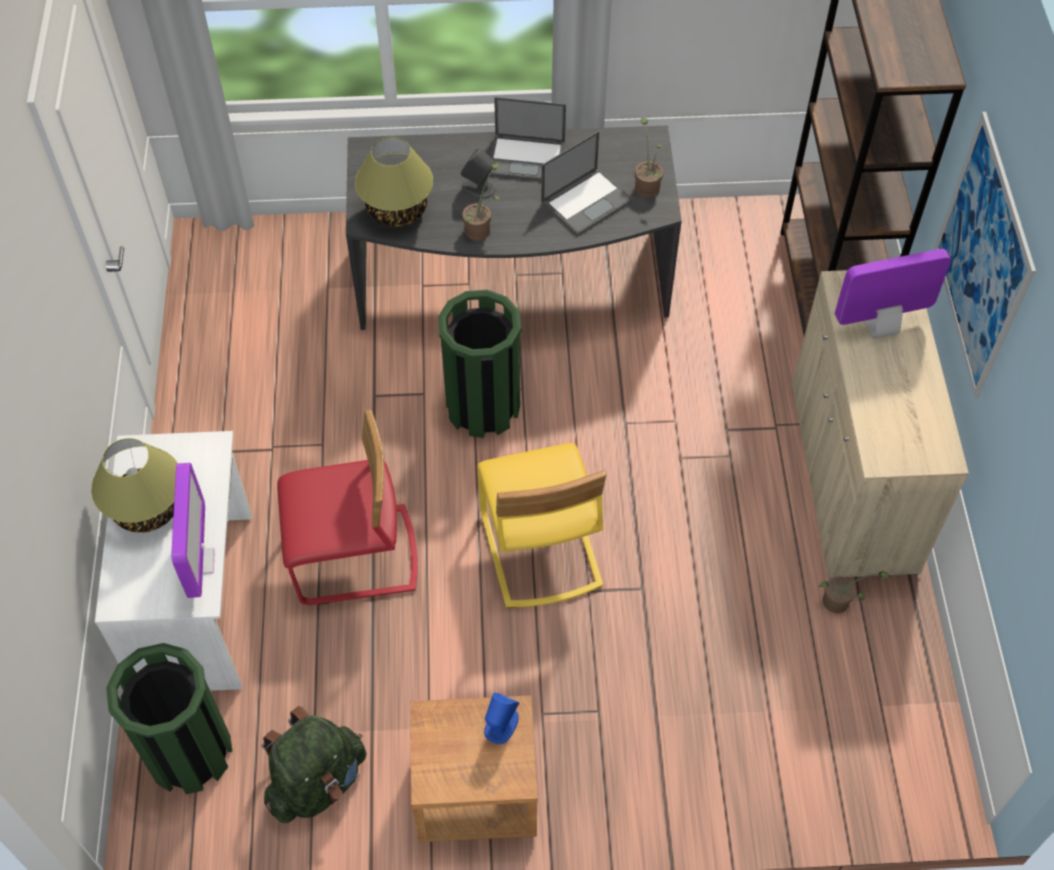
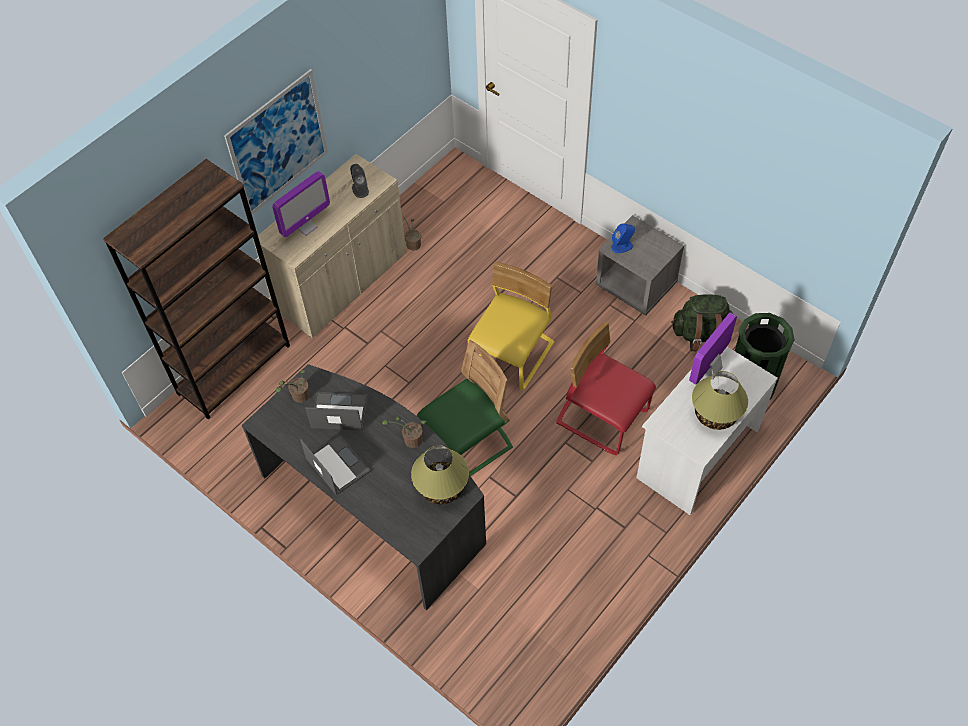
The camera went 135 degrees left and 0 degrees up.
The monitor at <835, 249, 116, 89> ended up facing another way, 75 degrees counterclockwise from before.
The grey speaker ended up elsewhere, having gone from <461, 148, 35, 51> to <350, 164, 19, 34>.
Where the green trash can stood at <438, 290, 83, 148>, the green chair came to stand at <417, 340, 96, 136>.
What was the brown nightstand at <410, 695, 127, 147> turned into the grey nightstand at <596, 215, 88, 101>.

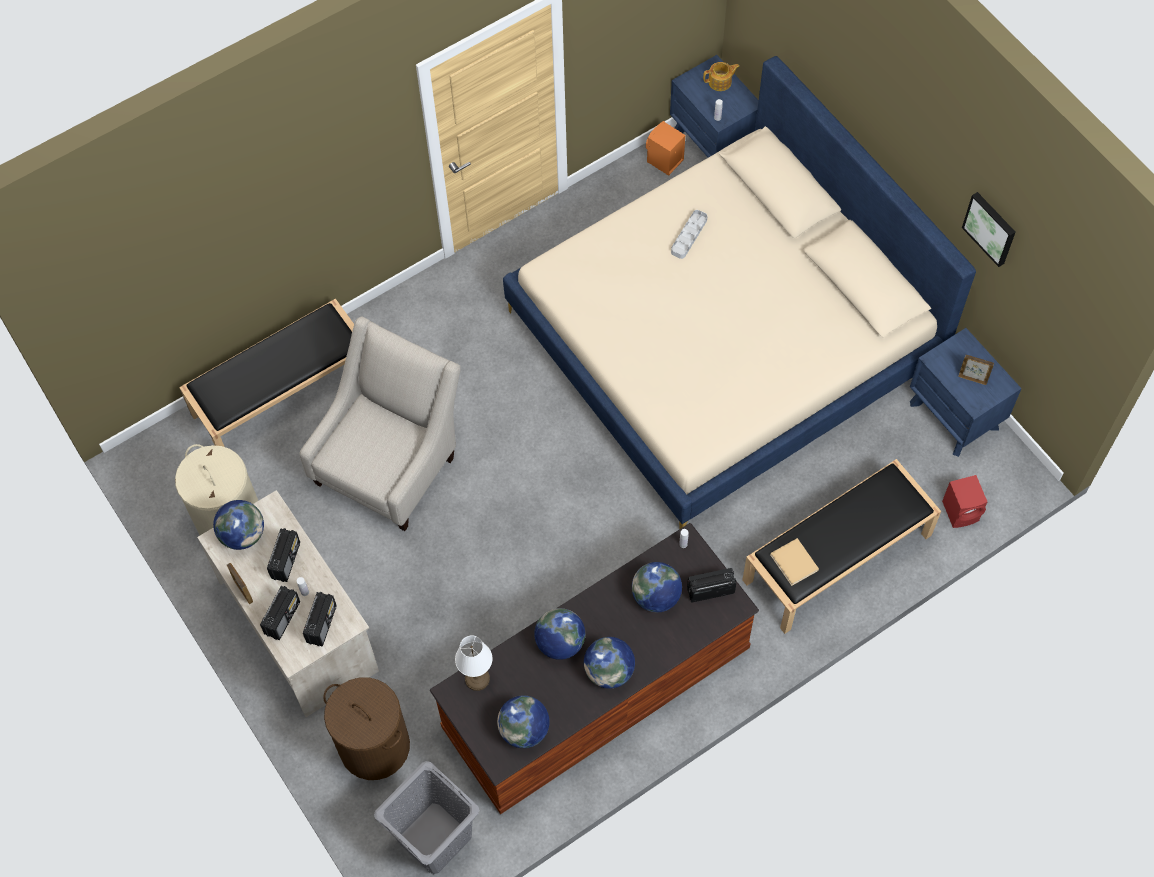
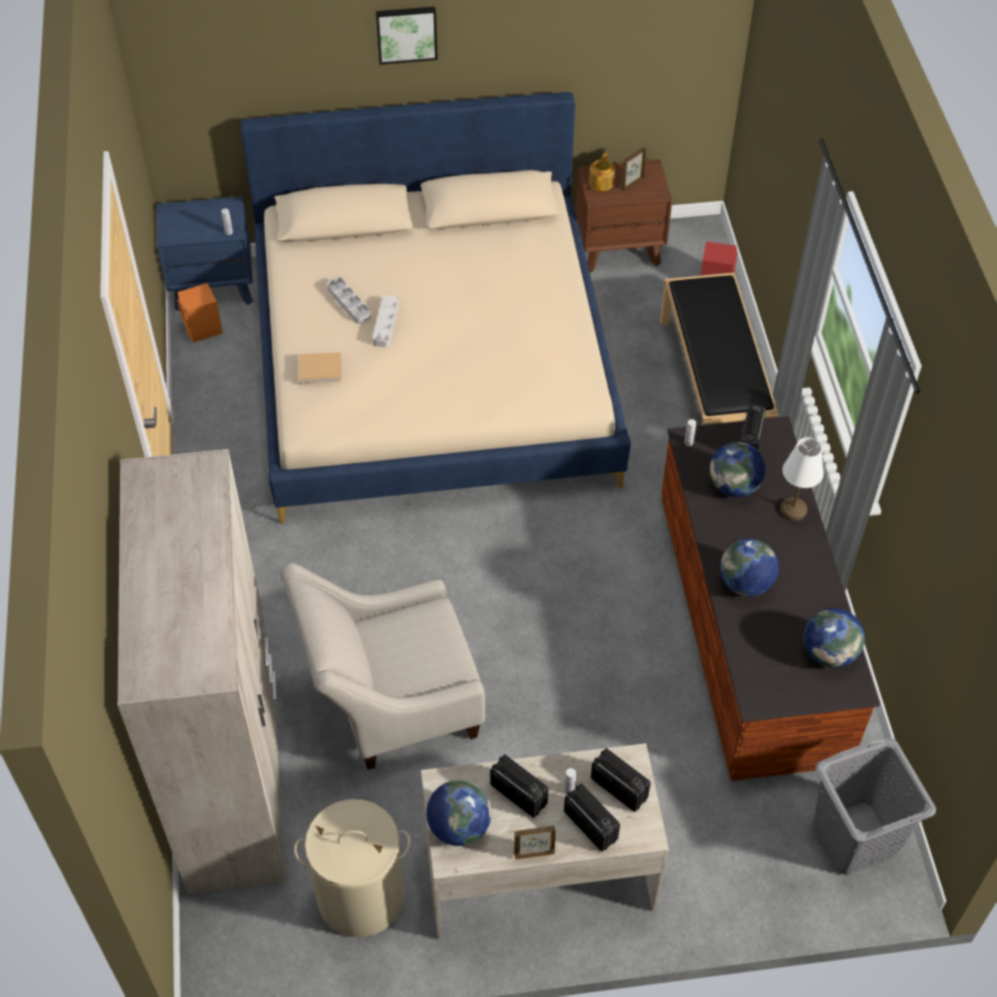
The camera went 65 degrees left and 10 degrees down.
Where the black bench stood at <179, 298, 175, 149>, the beige wardrobe came to stand at <117, 449, 168, 445>.
The beige armchair at <300, 316, 161, 215> ended up facing another way, 75 degrees counterclockwise from before.
The beige book ended up elsewhere, having gone from <770, 538, 49, 48> to <299, 352, 42, 31>.
The second view gained the grey tray at <372, 295, 27, 52>.
The picture ended up elsewhere, having gone from <962, 192, 54, 75> to <376, 7, 62, 58>.
What was the blue nightstand at <910, 328, 112, 129> turned into the brown nightstand at <575, 159, 97, 114>.
The teapot ended up elsewhere, having gone from <703, 62, 37, 29> to <589, 153, 26, 38>.
The white table lamp ended up elsewhere, having gone from <455, 635, 38, 56> to <780, 437, 44, 84>.
The second view lost the brown laundry basket at <323, 677, 87, 103>.
The second view lost the globe at <584, 637, 51, 52>.

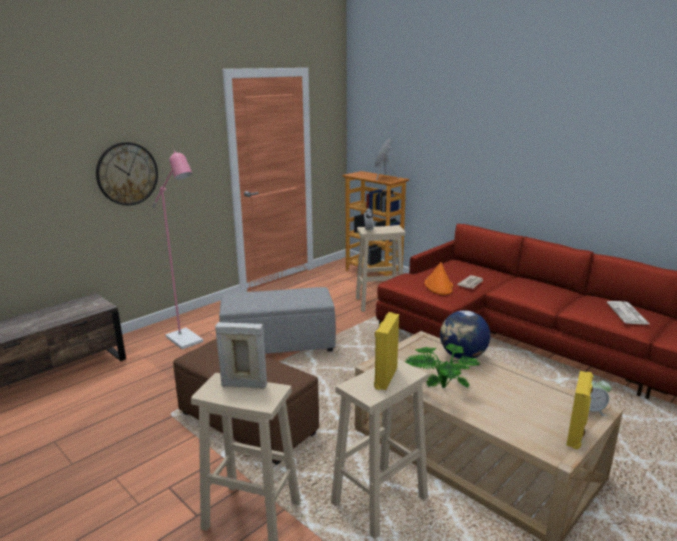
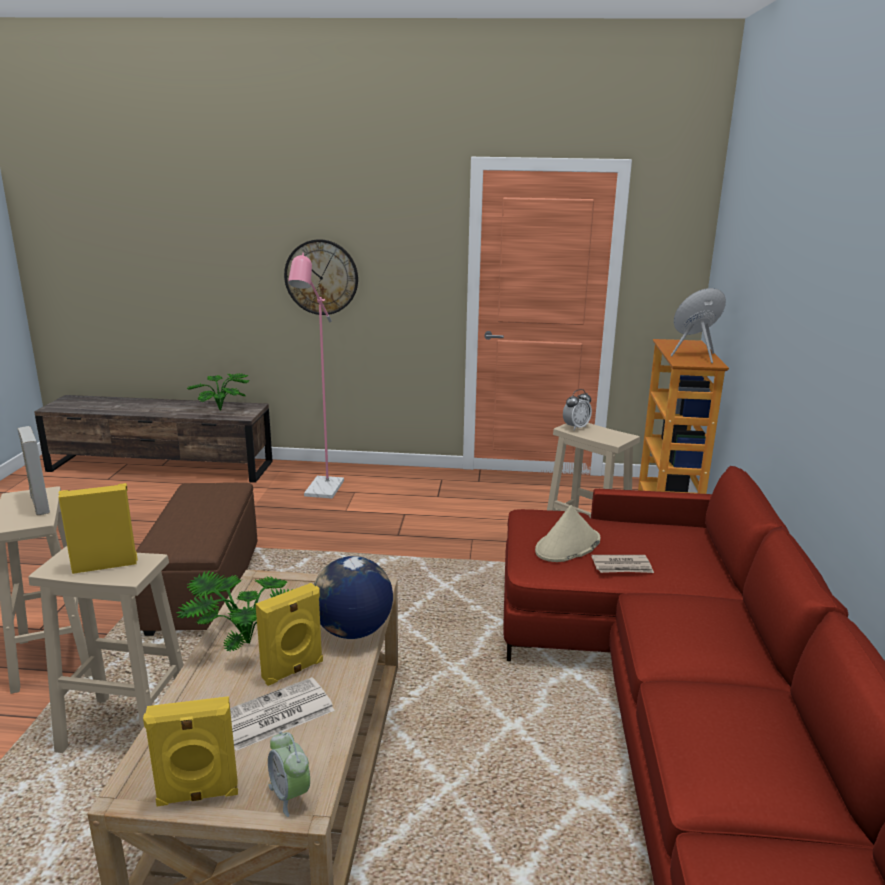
The camera went 50 degrees right and 0 degrees up.
The second view gained the potted plant at <187, 373, 62, 38>.
The newspaper ended up elsewhere, having gone from <607, 301, 42, 23> to <230, 677, 105, 74>.
The second view gained the yellow speaker at <255, 583, 68, 103>.
What was the orange hat at <424, 262, 29, 33> turned into the beige hat at <535, 505, 65, 57>.
The second view lost the grey ottoman at <219, 287, 117, 67>.

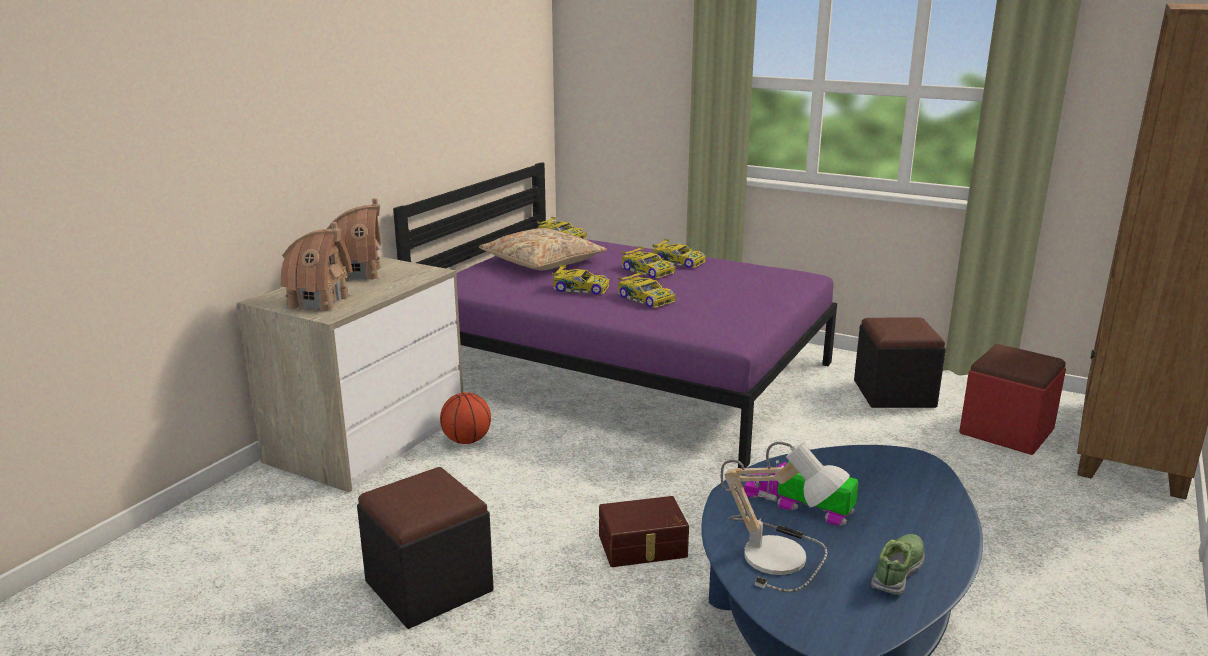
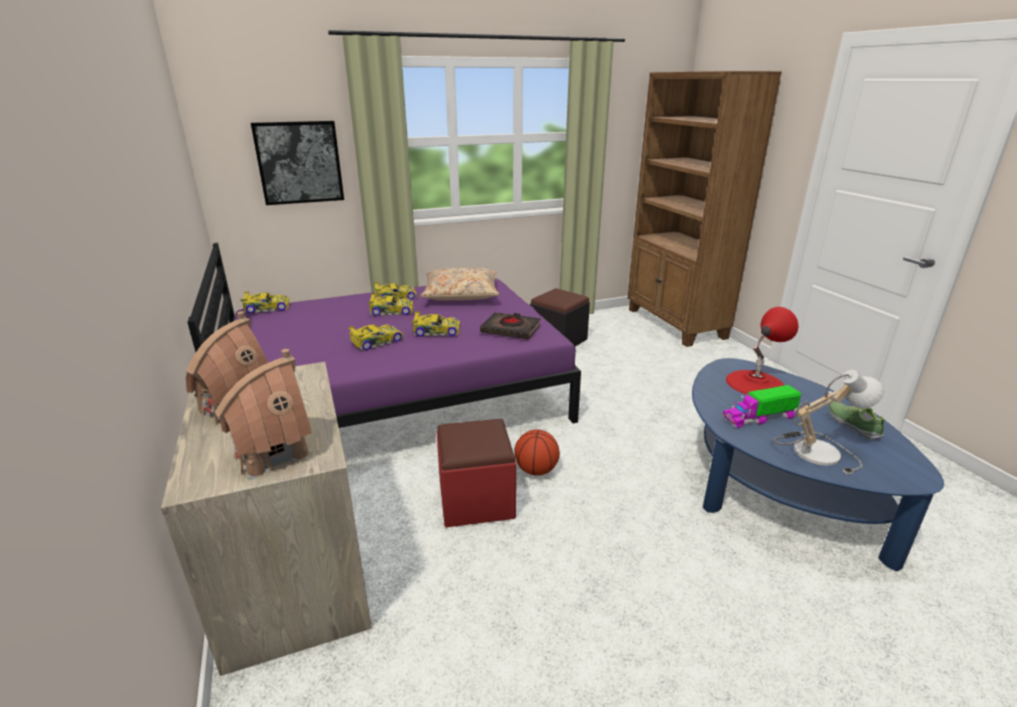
The camera went 50 degrees left and 5 degrees up.
The second view gained the picture at <251, 121, 93, 84>.
The beige pillow ended up elsewhere, having gone from <479, 228, 128, 42> to <420, 268, 80, 32>.
The red ottoman ended up elsewhere, having gone from <959, 344, 107, 111> to <437, 419, 79, 108>.
The second view gained the black book at <480, 312, 61, 28>.
The basketball ended up elsewhere, having gone from <440, 392, 51, 52> to <515, 430, 45, 46>.
The second view gained the red table lamp at <726, 307, 72, 88>.
The second view lost the black ottoman at <357, 467, 137, 162>.
The second view lost the brown storage box at <599, 496, 90, 71>.

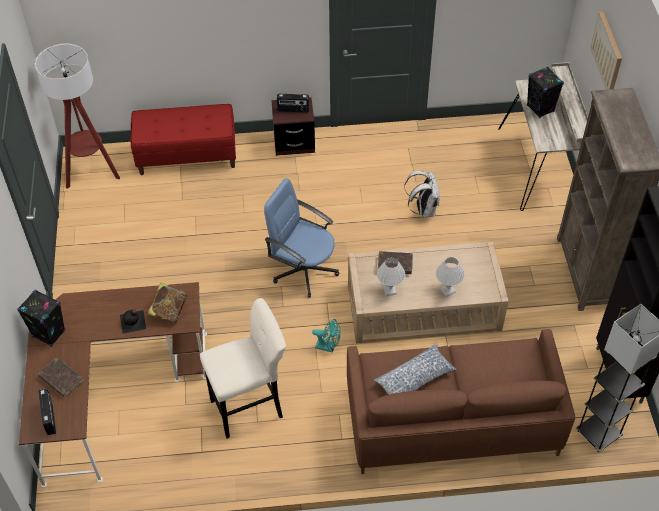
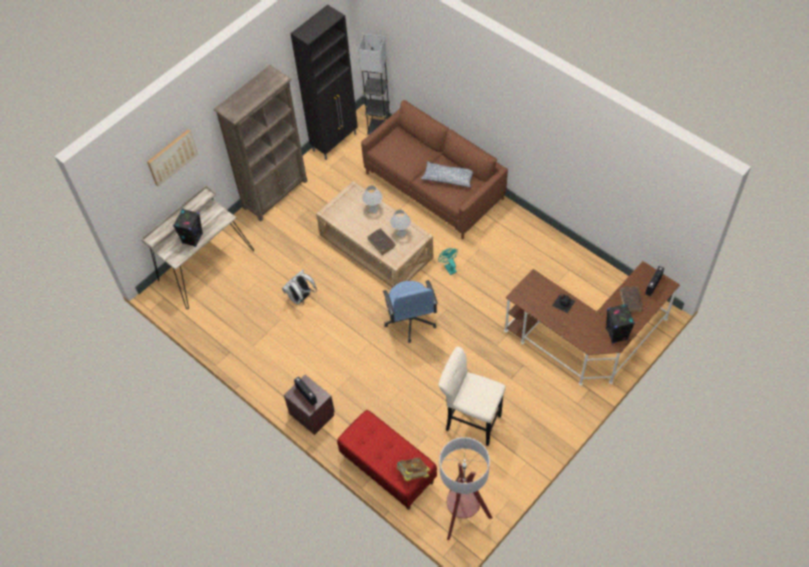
The camera went 130 degrees left and 5 degrees up.
The book ended up elsewhere, having gone from <147, 282, 40, 41> to <396, 457, 34, 24>.
The beige stool ended up elsewhere, having gone from <200, 298, 86, 140> to <438, 347, 68, 99>.

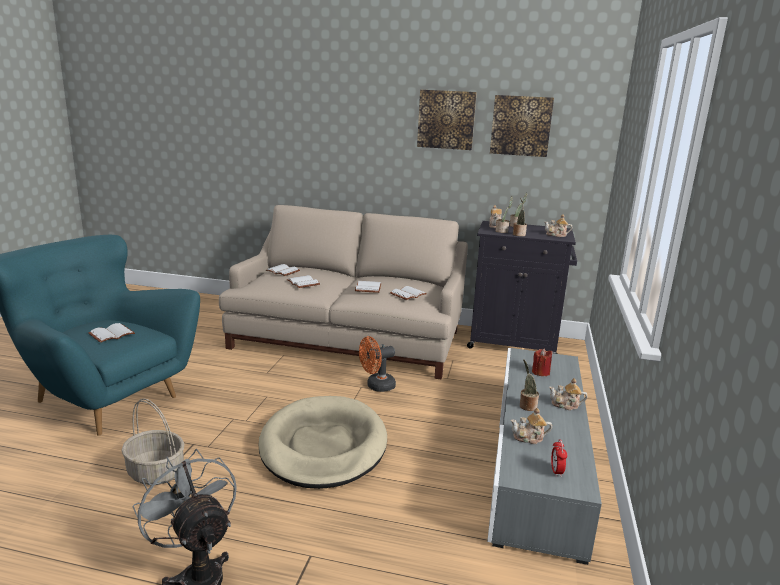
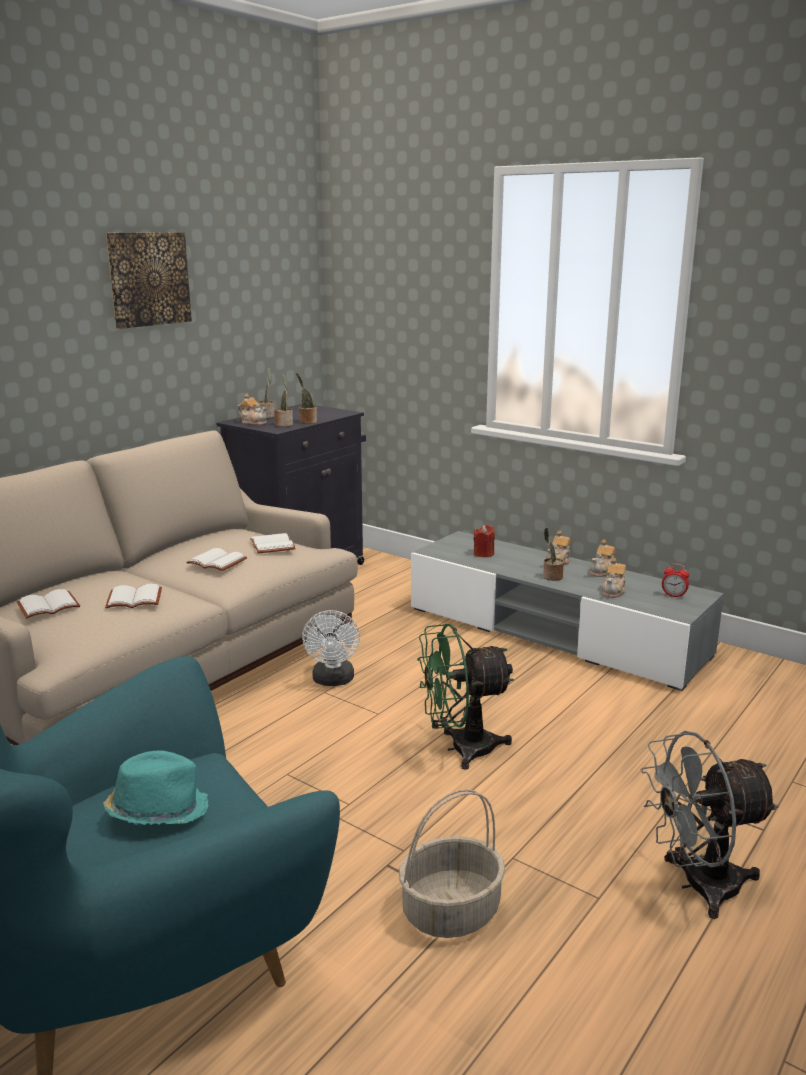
The camera went 65 degrees left and 0 degrees up.
Where the white book stood at <88, 323, 47, 20>, the turquoise hat came to stand at <103, 751, 106, 74>.
What was the orange fan at <359, 336, 37, 56> turned into the white fan at <302, 610, 58, 76>.
Where the beige dog bed stood at <259, 396, 128, 93>, the green fan came to stand at <417, 624, 97, 146>.
The teapot ended up elsewhere, having gone from <545, 214, 27, 23> to <589, 540, 27, 37>.
The second view lost the picture at <490, 95, 64, 62>.

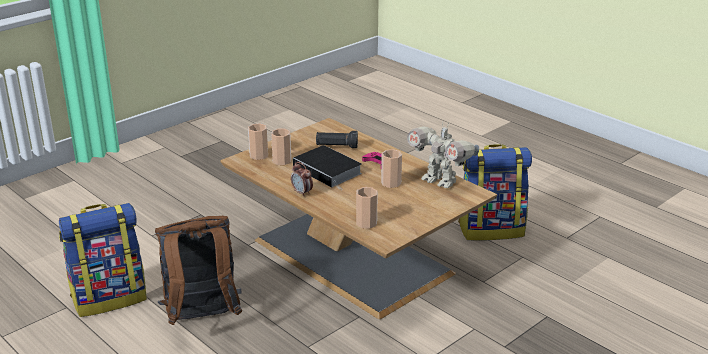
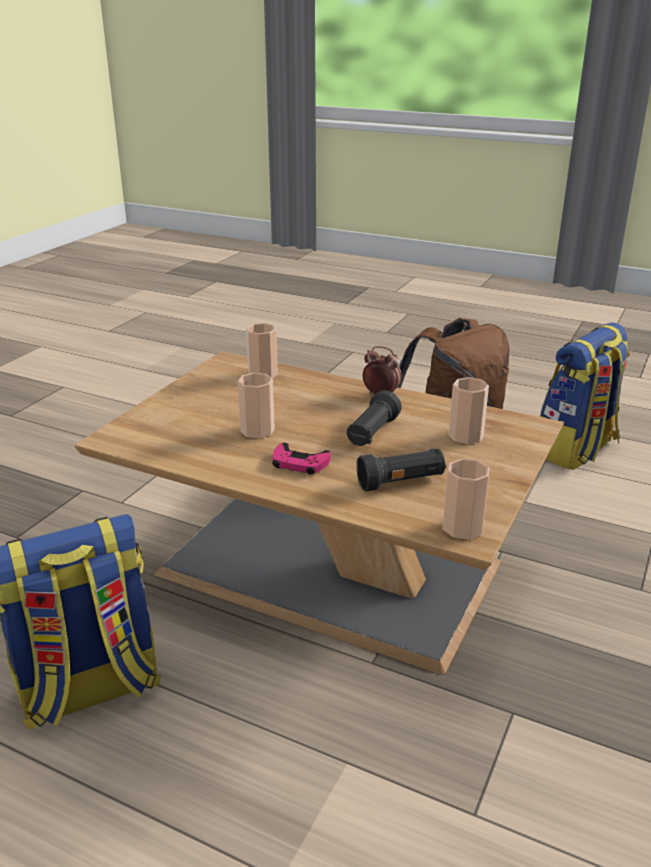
The camera went 160 degrees right and 0 degrees up.
Where the book stood at <293, 145, 69, 46>, the black flashlight came to stand at <347, 390, 55, 56>.
The cup ended up elsewhere, having gone from <248, 123, 20, 37> to <443, 458, 46, 82>.
The second view lost the toy robot at <407, 123, 72, 65>.

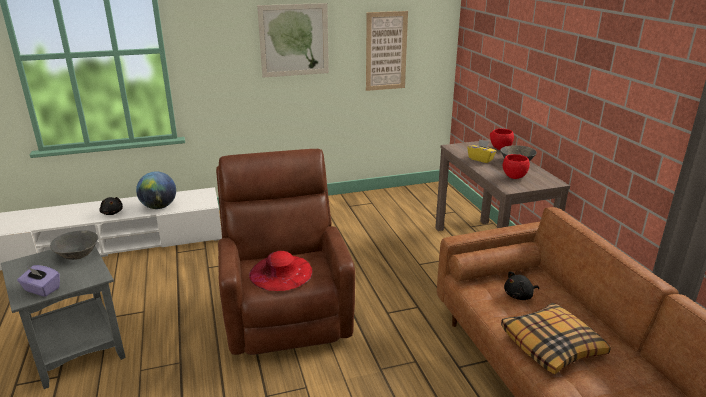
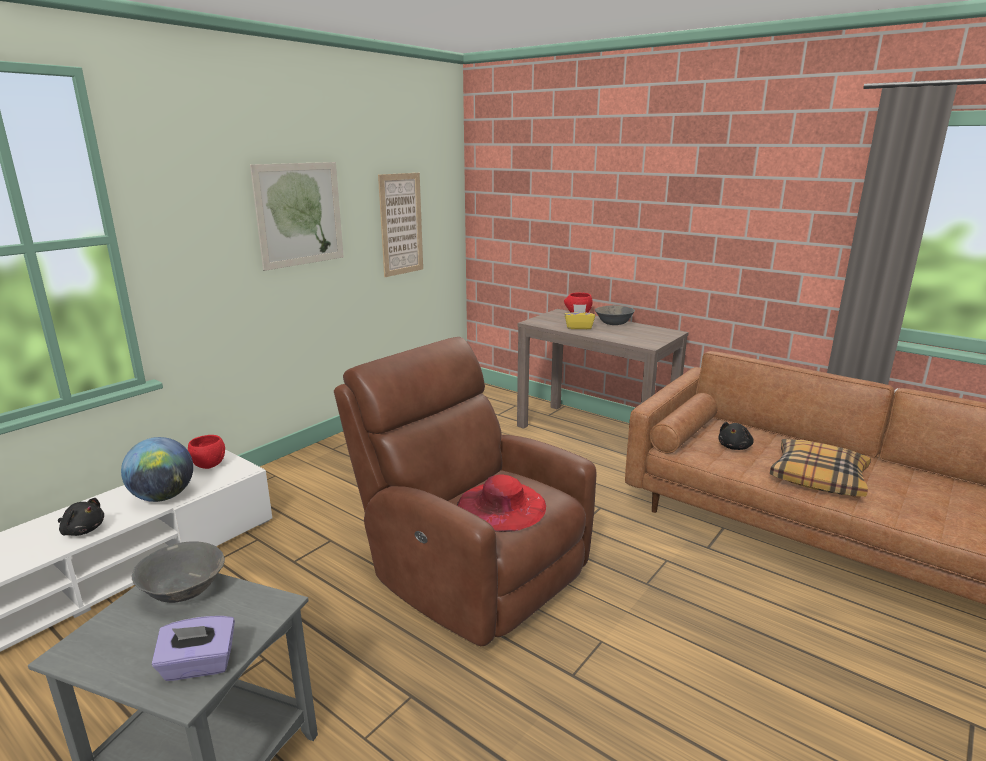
The camera went 35 degrees left and 5 degrees down.
The red bowl ended up elsewhere, having gone from <503, 154, 27, 25> to <188, 435, 37, 34>.

